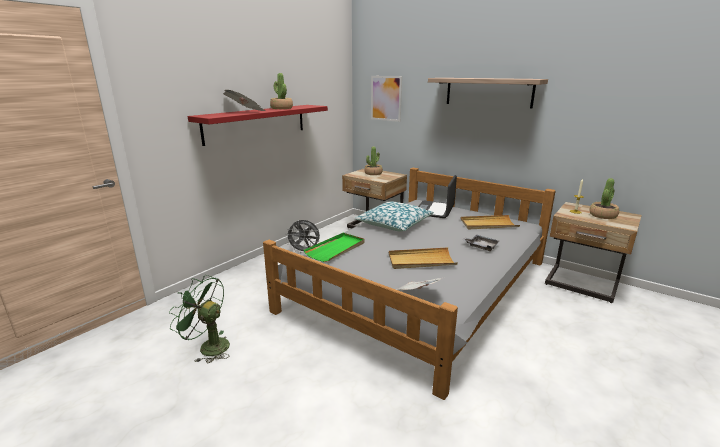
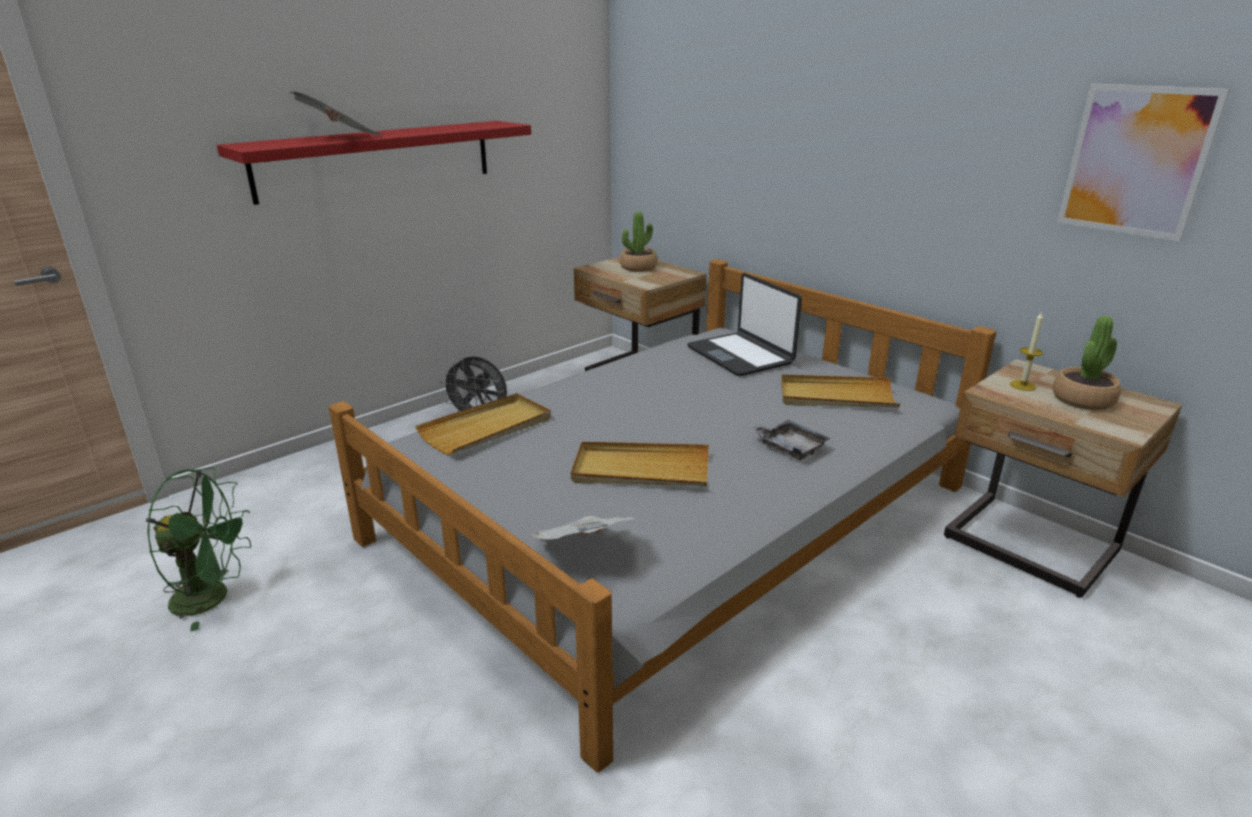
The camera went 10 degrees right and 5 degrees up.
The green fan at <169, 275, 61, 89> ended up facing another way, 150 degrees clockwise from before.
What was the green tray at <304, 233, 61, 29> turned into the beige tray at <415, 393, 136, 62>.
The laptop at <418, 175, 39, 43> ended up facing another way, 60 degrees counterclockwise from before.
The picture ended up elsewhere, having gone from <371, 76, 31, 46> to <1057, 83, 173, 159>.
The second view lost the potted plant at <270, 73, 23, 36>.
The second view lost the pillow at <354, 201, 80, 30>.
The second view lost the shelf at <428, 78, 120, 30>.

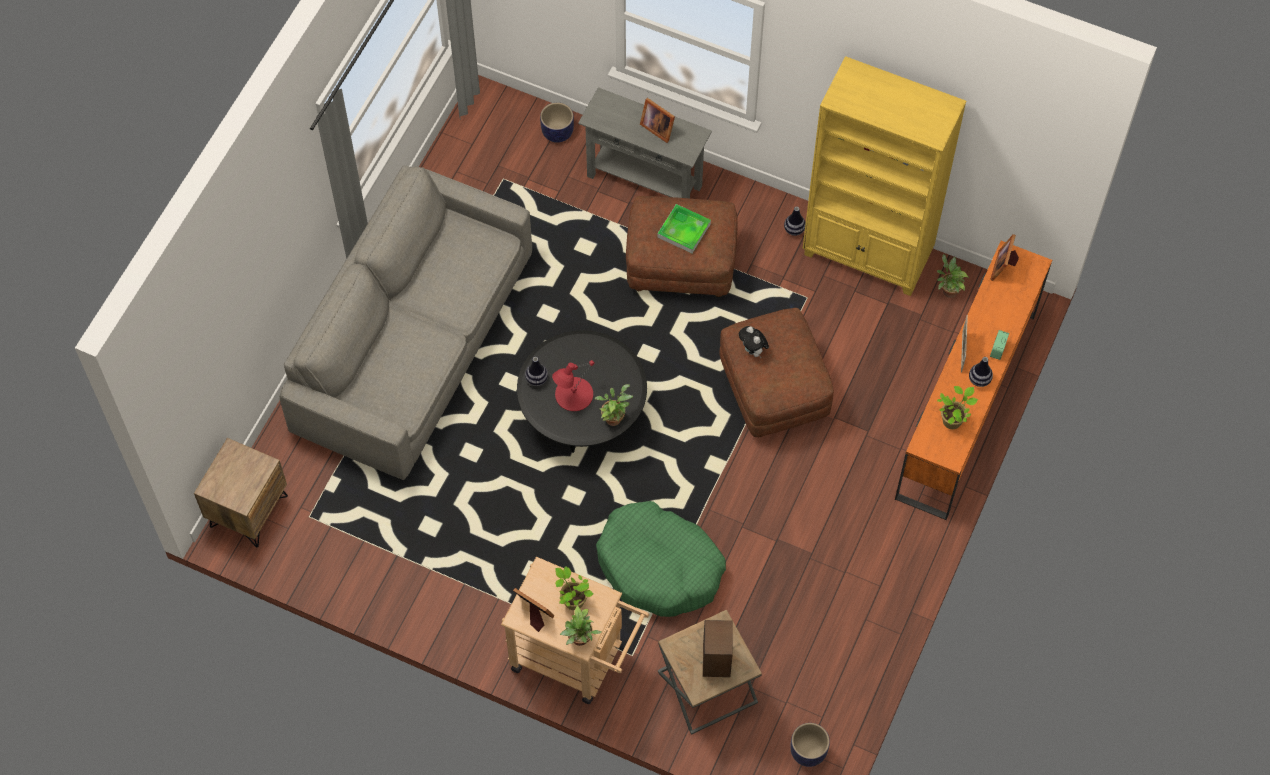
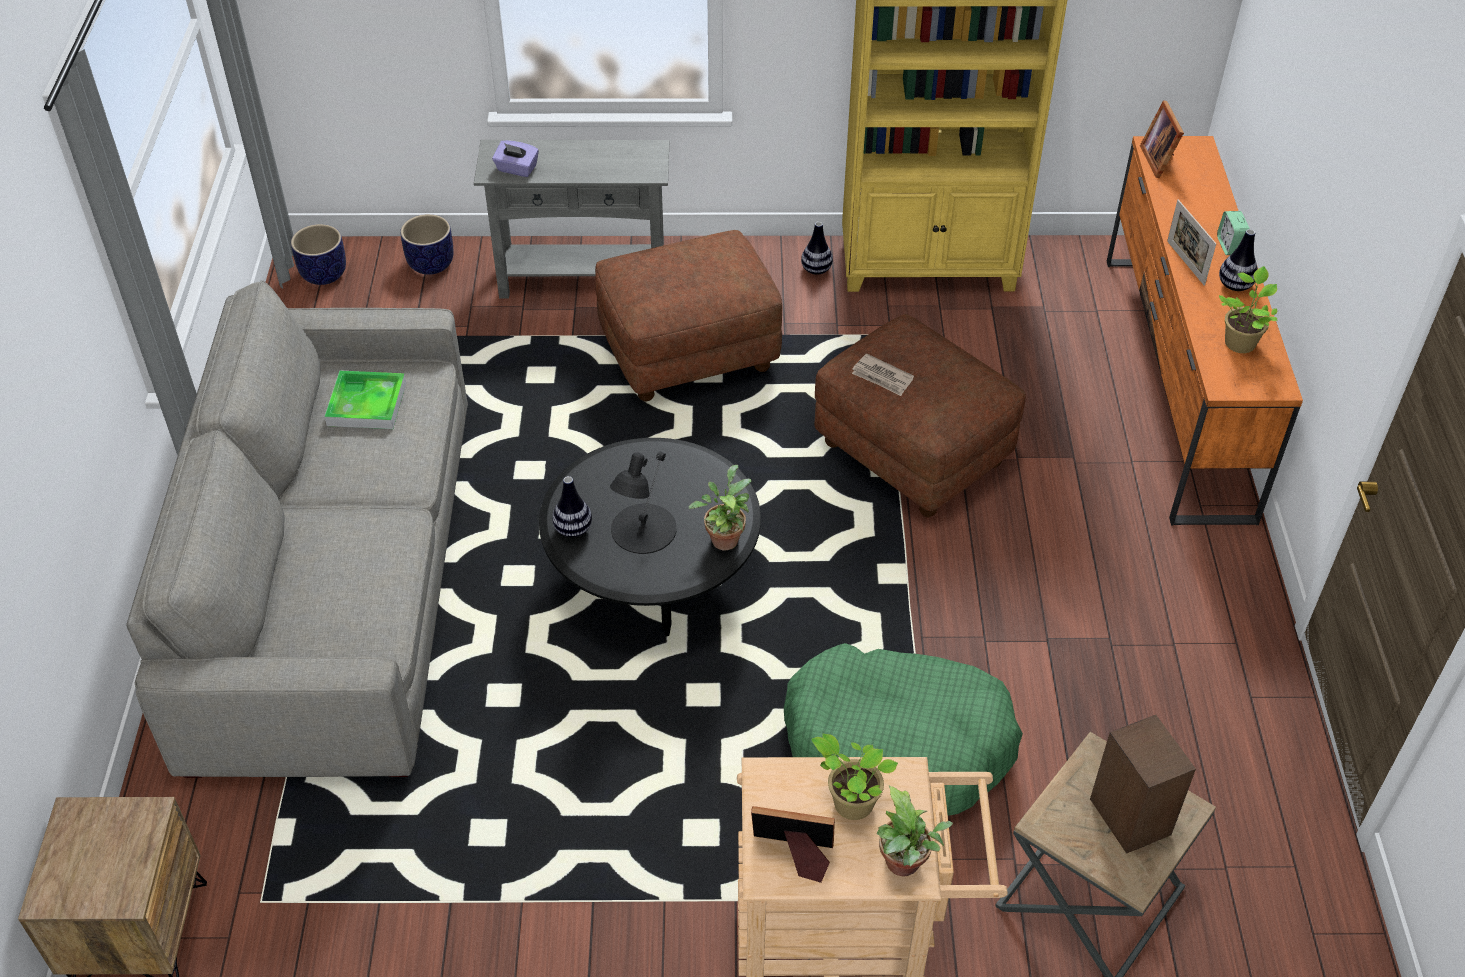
The camera went 25 degrees left and 15 degrees down.
The planter ended up elsewhere, having gone from <790, 723, 40, 44> to <291, 224, 55, 61>.
The tray ended up elsewhere, having gone from <657, 204, 54, 49> to <324, 370, 82, 59>.
The second view gained the purple tissue box at <492, 140, 47, 37>.
What was the red table lamp at <552, 360, 43, 51> turned into the black table lamp at <610, 451, 67, 103>.
Where the plush toy stood at <739, 326, 30, 32>, the newspaper came to stand at <852, 354, 62, 42>.
The second view lost the picture frame at <640, 98, 35, 45>.
The second view lost the potted plant at <937, 254, 32, 44>.

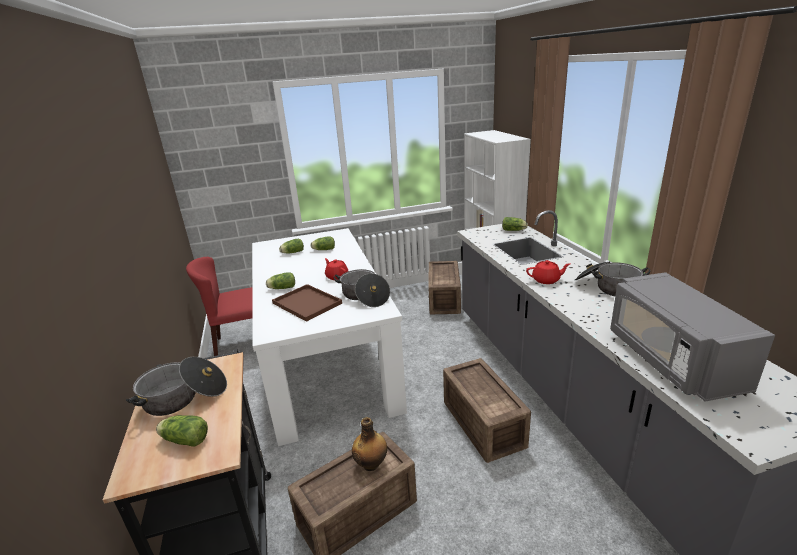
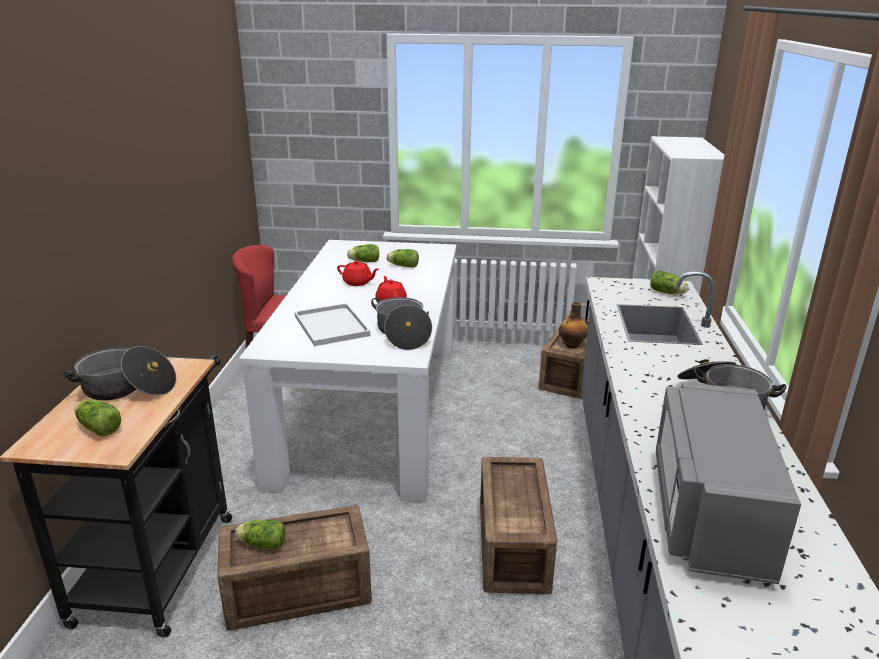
The camera went 20 degrees right and 0 degrees up.
The lettuce ended up elsewhere, having gone from <266, 272, 29, 17> to <235, 520, 50, 30>.
What was the brown tray at <272, 284, 70, 38> turned into the white tray at <295, 303, 75, 43>.
The red teapot ended up elsewhere, having gone from <526, 260, 44, 24> to <337, 261, 42, 25>.
The bottle ended up elsewhere, having gone from <352, 417, 35, 54> to <559, 302, 29, 46>.

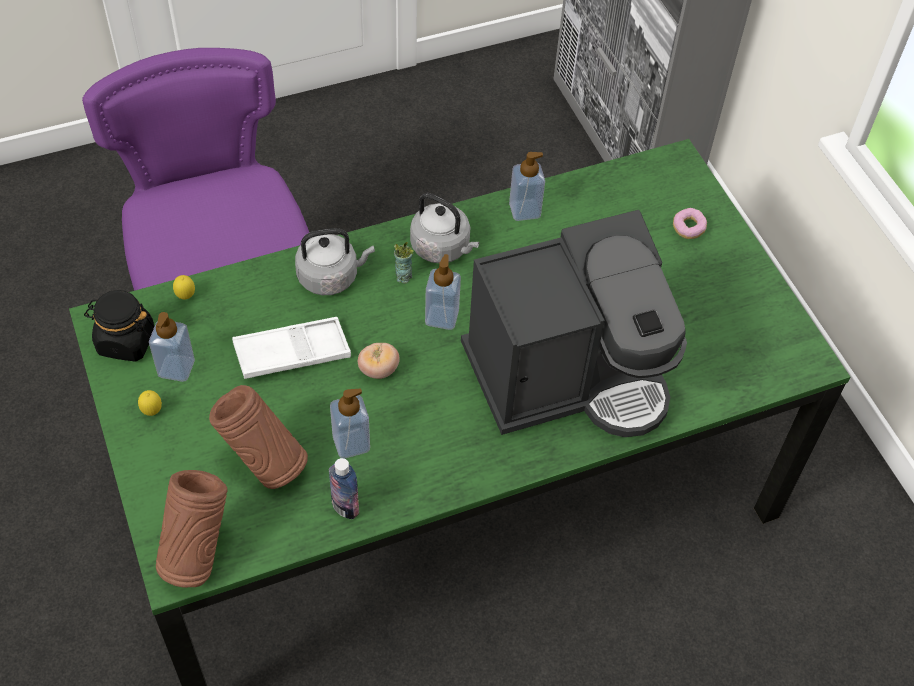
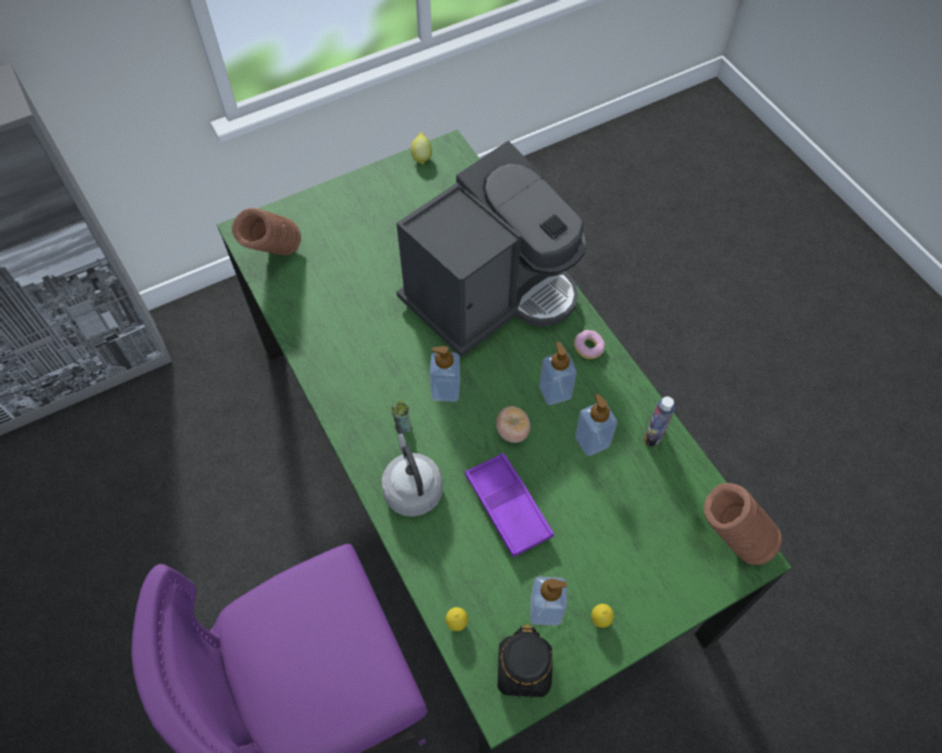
The camera went 95 degrees left and 5 degrees up.
The brown vase ended up elsewhere, having gone from <209, 385, 99, 104> to <232, 208, 69, 47>.
The coffee machine at <461, 210, 226, 227> ended up facing another way, 75 degrees clockwise from before.
The second view gained the lemon at <411, 132, 21, 33>.
What was the white tray at <232, 317, 119, 62> turned into the purple tray at <465, 453, 89, 104>.
The soap dispenser ended up elsewhere, having gone from <509, 152, 36, 69> to <539, 342, 38, 63>.
The donut ended up elsewhere, having gone from <673, 208, 34, 31> to <574, 330, 31, 29>.
The second view lost the grey kettle at <410, 193, 70, 70>.

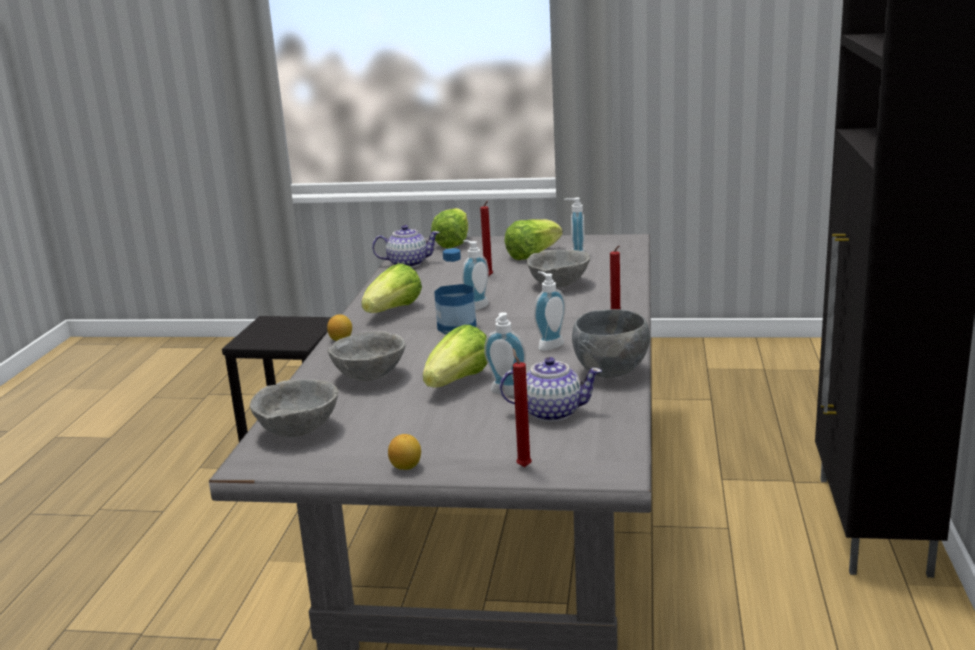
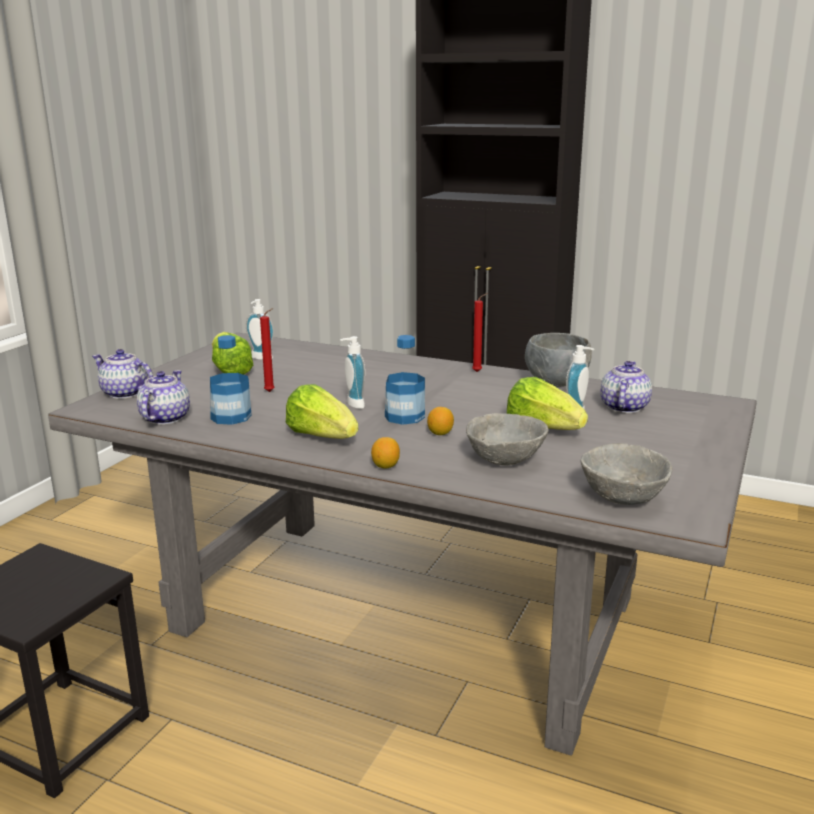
The camera went 75 degrees left and 0 degrees up.
Where the lettuce stood at <431, 208, 37, 40>, the teapot came to stand at <92, 349, 61, 50>.
The second view gained the bottle at <210, 335, 42, 90>.
The lemon ended up elsewhere, having gone from <388, 434, 33, 36> to <427, 407, 27, 28>.
The second view lost the red candle at <513, 348, 19, 119>.
The second view lost the grey bowl at <527, 250, 63, 37>.
The second view lost the soap dispenser at <534, 271, 32, 80>.

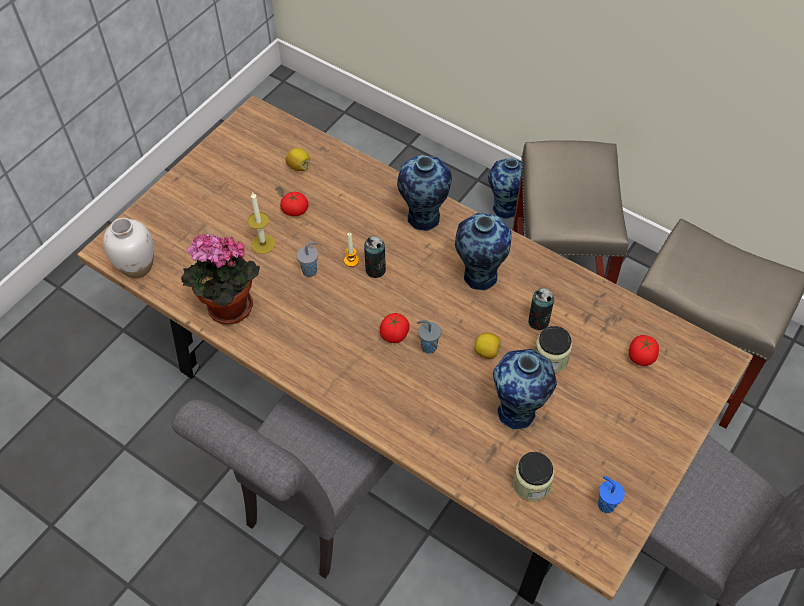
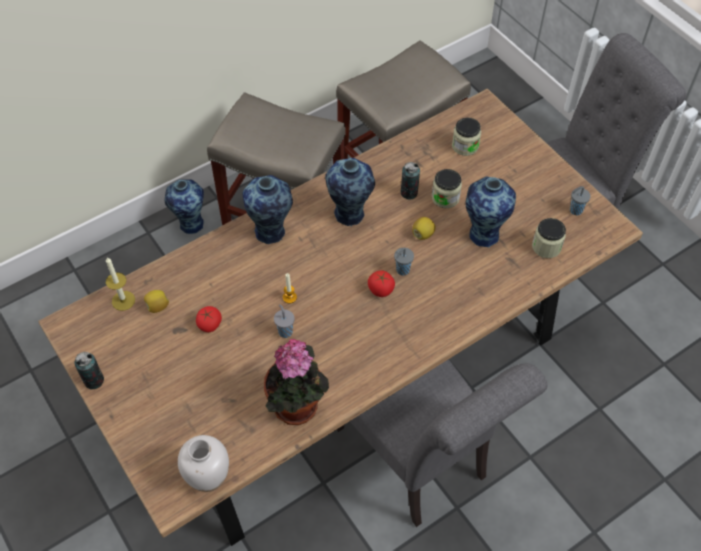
The camera went 70 degrees left and 0 degrees up.
The can ended up elsewhere, having gone from <364, 236, 22, 42> to <74, 352, 30, 37>.
The candle ended up elsewhere, having gone from <248, 191, 27, 63> to <106, 257, 29, 54>.
Where the tomato stood at <629, 335, 30, 31>, the jar came to stand at <452, 117, 29, 39>.
What was the blue cup at <598, 476, 27, 37> turned into the grey cup at <570, 186, 21, 29>.

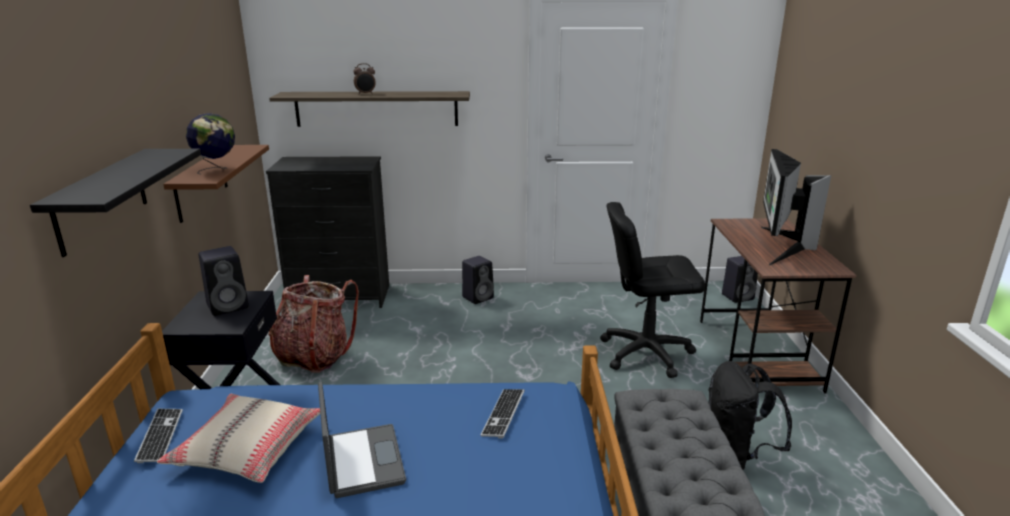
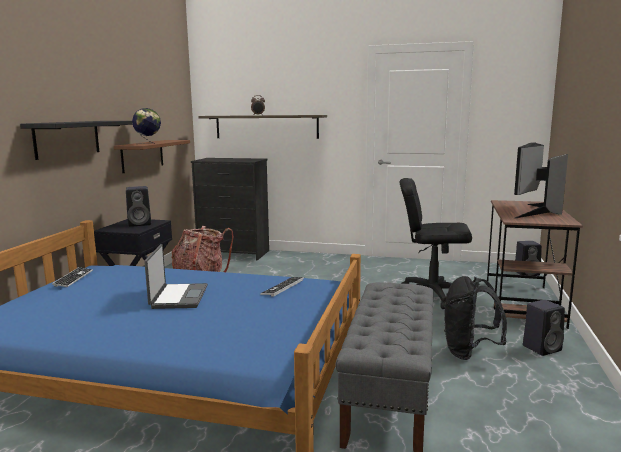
The camera went 15 degrees right and 10 degrees down.
The black speaker ended up elsewhere, having gone from <462, 256, 32, 48> to <523, 300, 42, 56>.
The second view lost the beige pillow at <157, 394, 163, 89>.

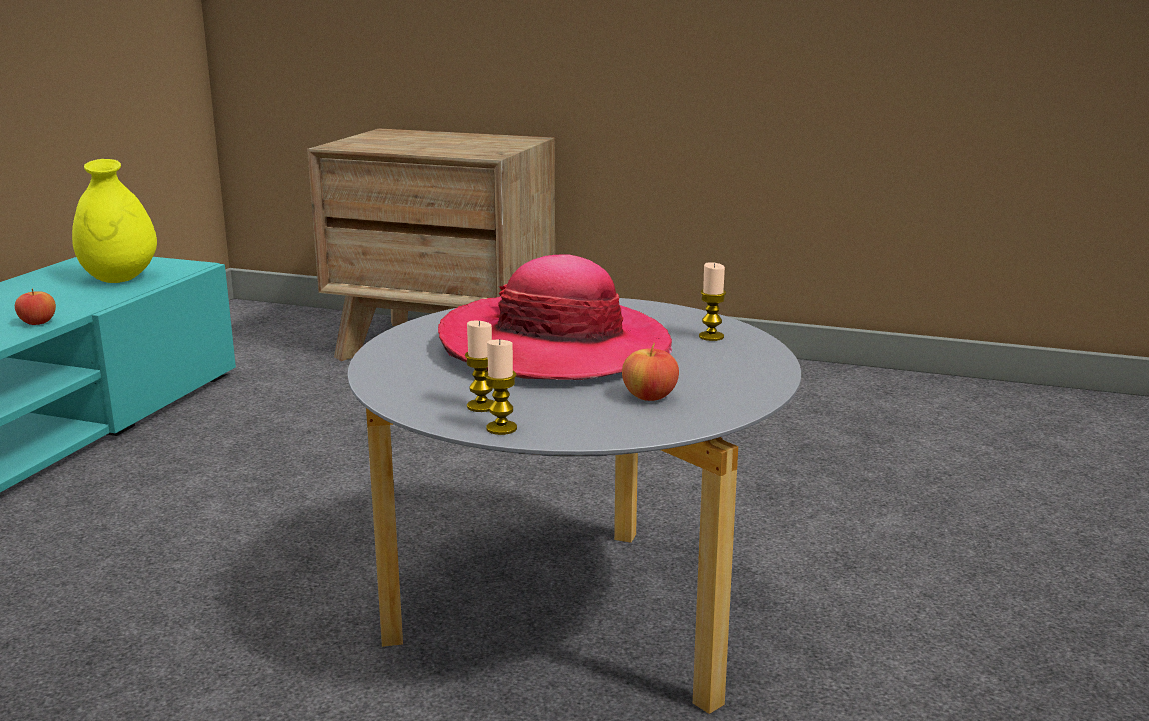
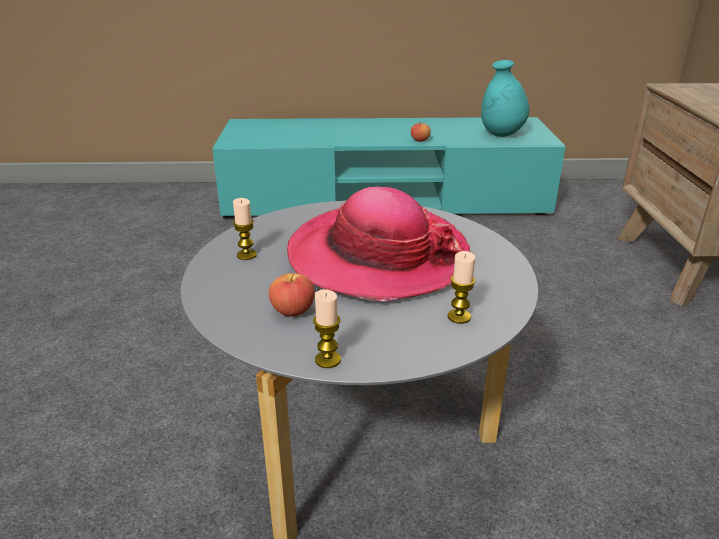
The camera went 70 degrees right and 10 degrees up.
The candle ended up elsewhere, having gone from <485, 339, 32, 96> to <313, 289, 28, 79>.
What was the yellow vase at <72, 159, 85, 124> turned into the turquoise vase at <481, 60, 48, 77>.

